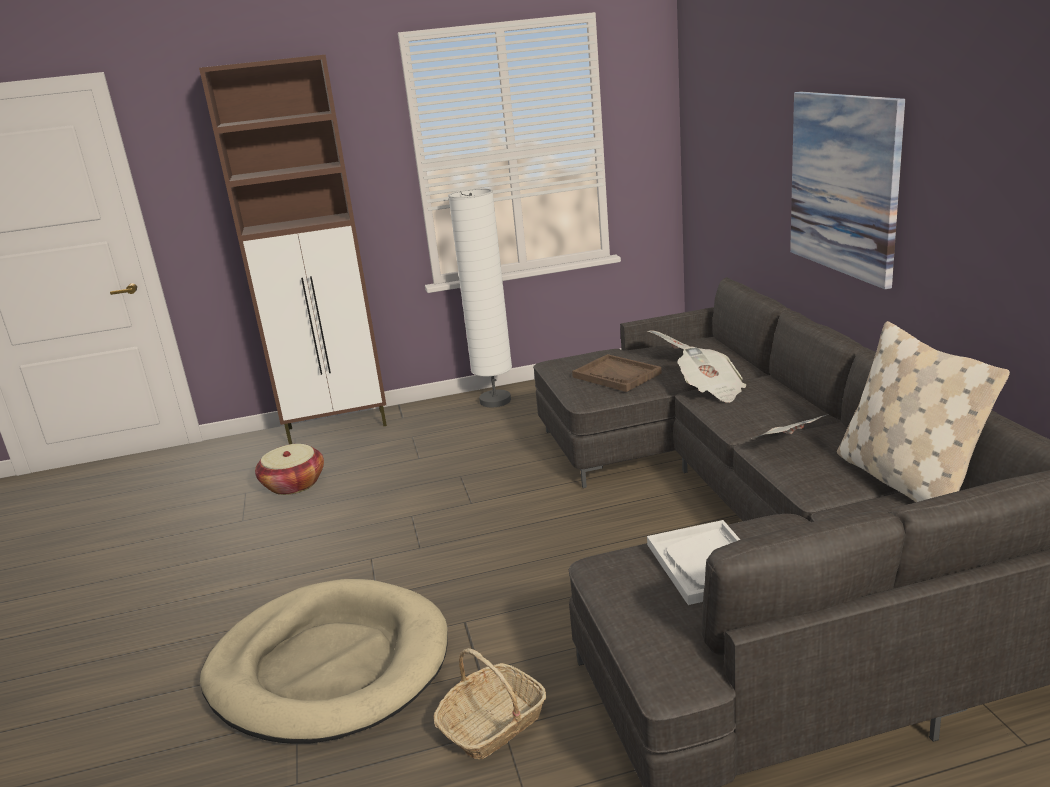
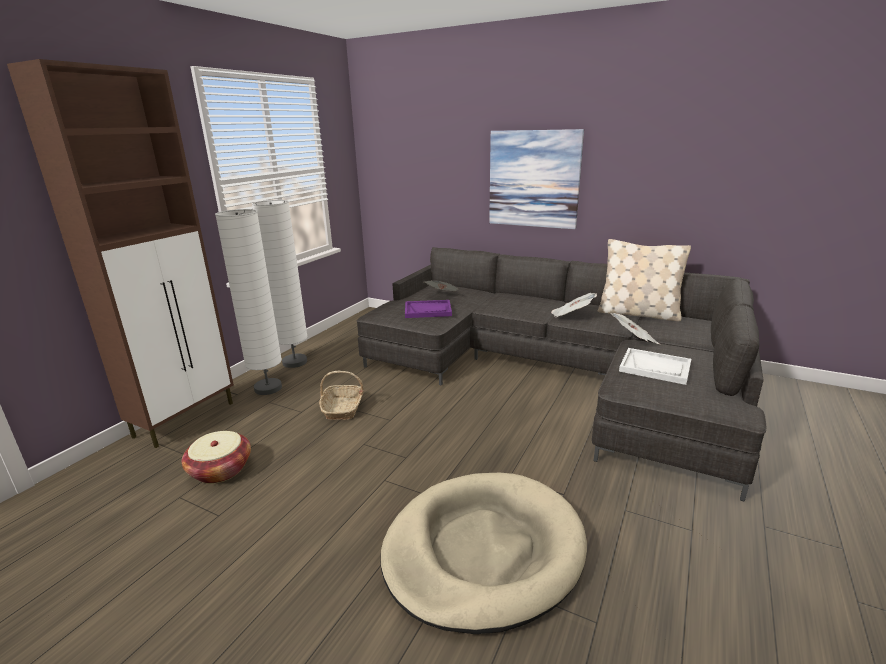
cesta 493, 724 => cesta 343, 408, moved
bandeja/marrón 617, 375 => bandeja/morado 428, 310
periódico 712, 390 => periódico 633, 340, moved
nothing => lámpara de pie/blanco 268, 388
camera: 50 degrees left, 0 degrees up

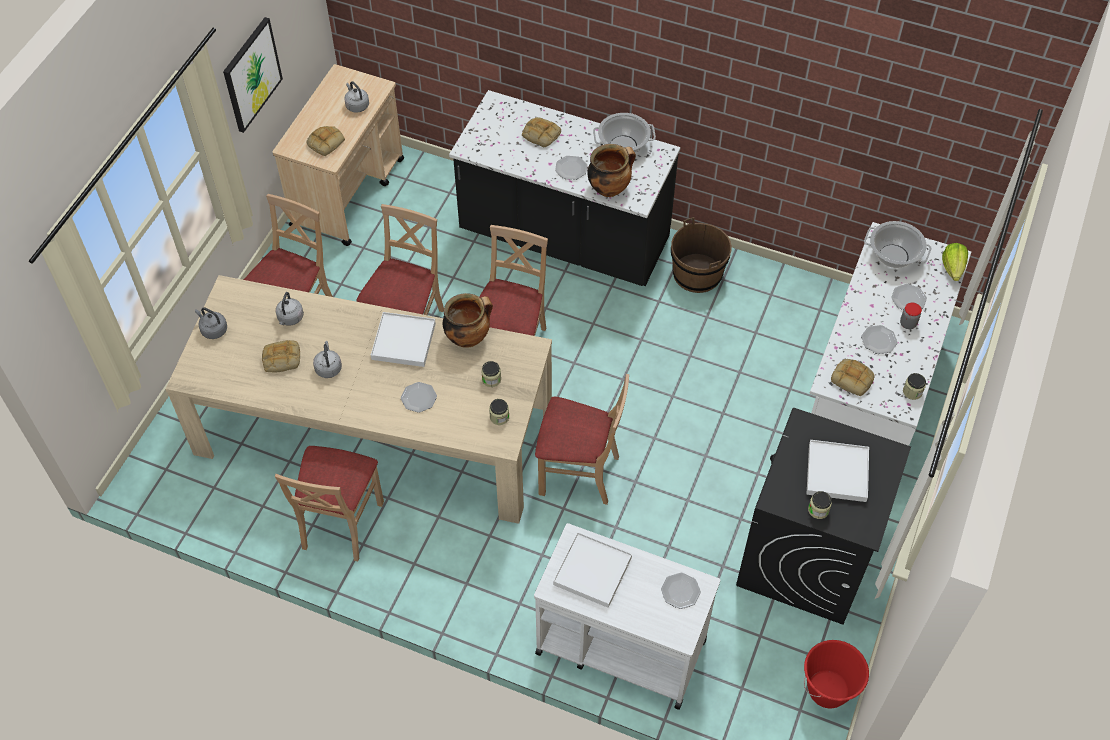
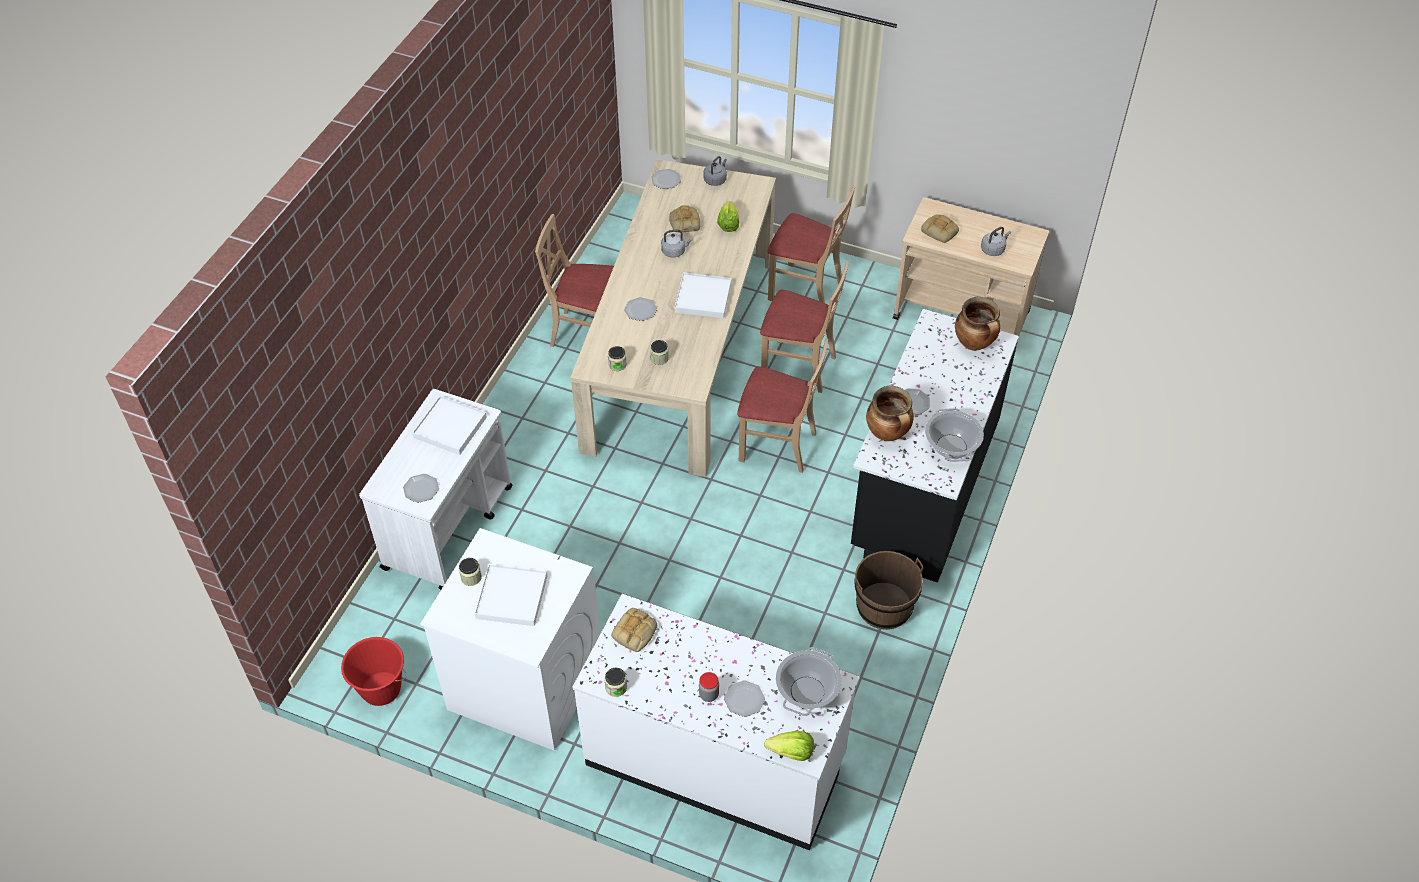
cuadro 251, 74 => nothing
hervidor/gris 290, 318 => lechuga 728, 224
olla 468, 337 => olla 975, 344, moved
pan 540, 135 => nothing
silla/beis 579, 473 => nothing
lavadora/negro 806, 557 => lavadora/blanco 524, 683
plato 879, 340 => plato 666, 180, moved
camera: 90 degrees right, 5 degrees down

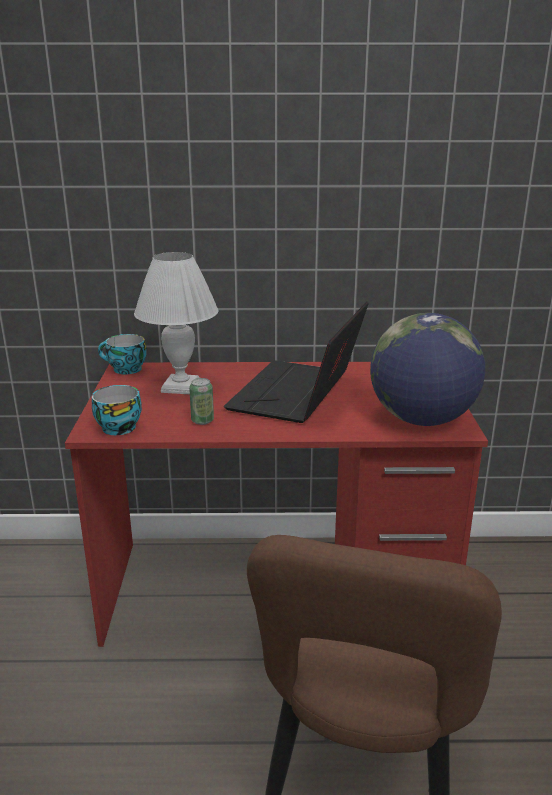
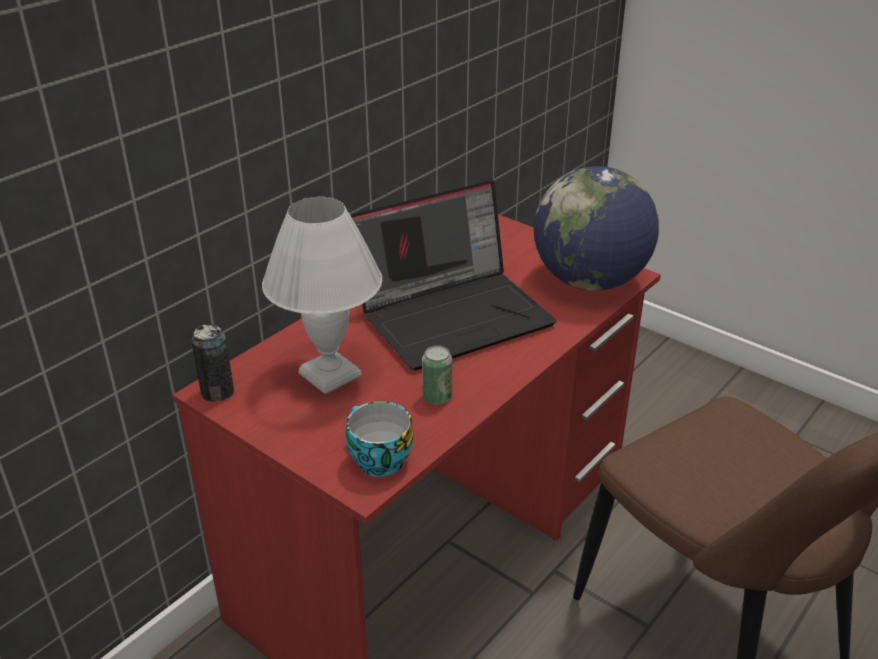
taza 125, 369 => lata 217, 392
portátil 298, 395 => portátil 455, 314, 90 degrees counterclockwise
camera: 50 degrees left, 10 degrees up

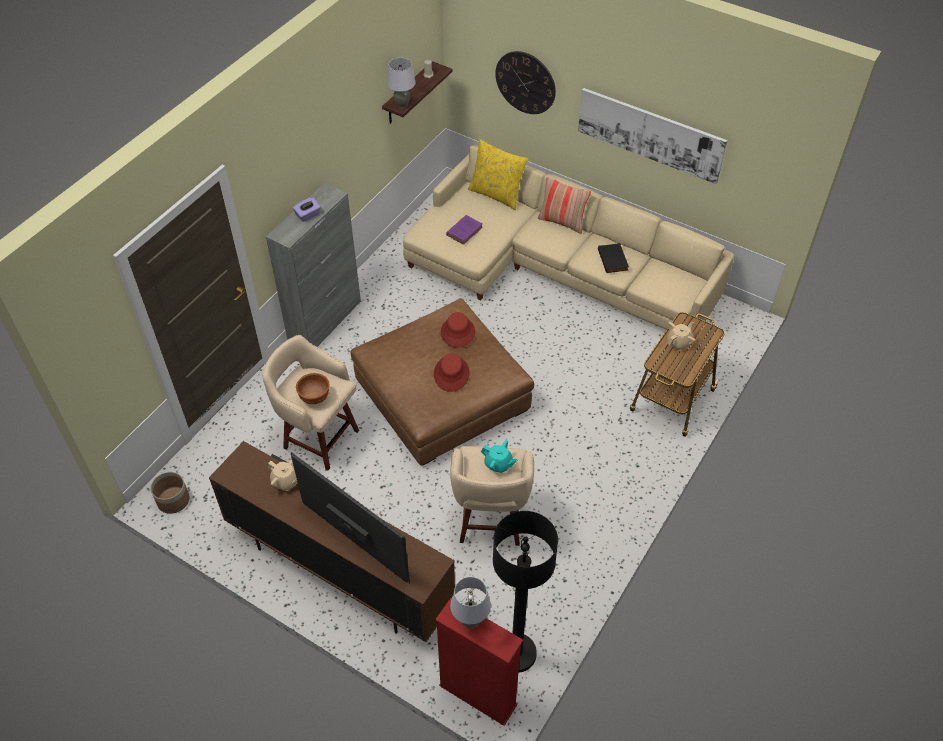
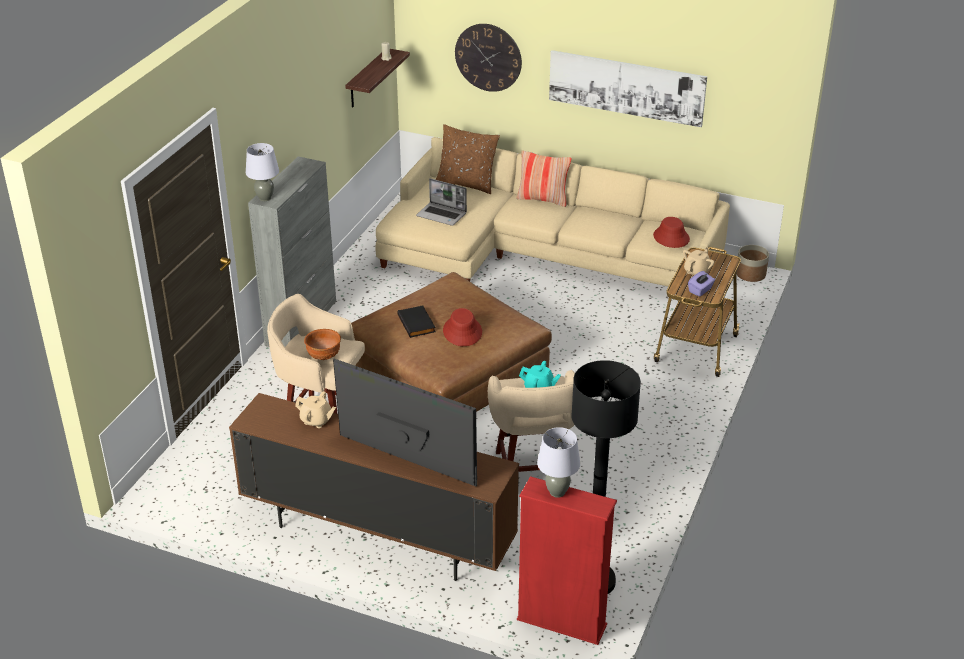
maceta 173, 500 => maceta 751, 274, moved
caja de pañuelos/morado 308, 215 => caja de pañuelos/morado 700, 290, moved
lámpara de mesa/gris 402, 104 => lámpara de mesa/gris 265, 198, moved
sombrero/rojo 457, 332 => sombrero/rojo 671, 237, moved
libro/morado 465, 231 => portátil 442, 215
cojín/amarillo 496, 194 => cojín/marrón 467, 183
libro/negro 613, 260 => libro/negro 417, 324, moved
camera: 10 degrees left, 15 degrees down

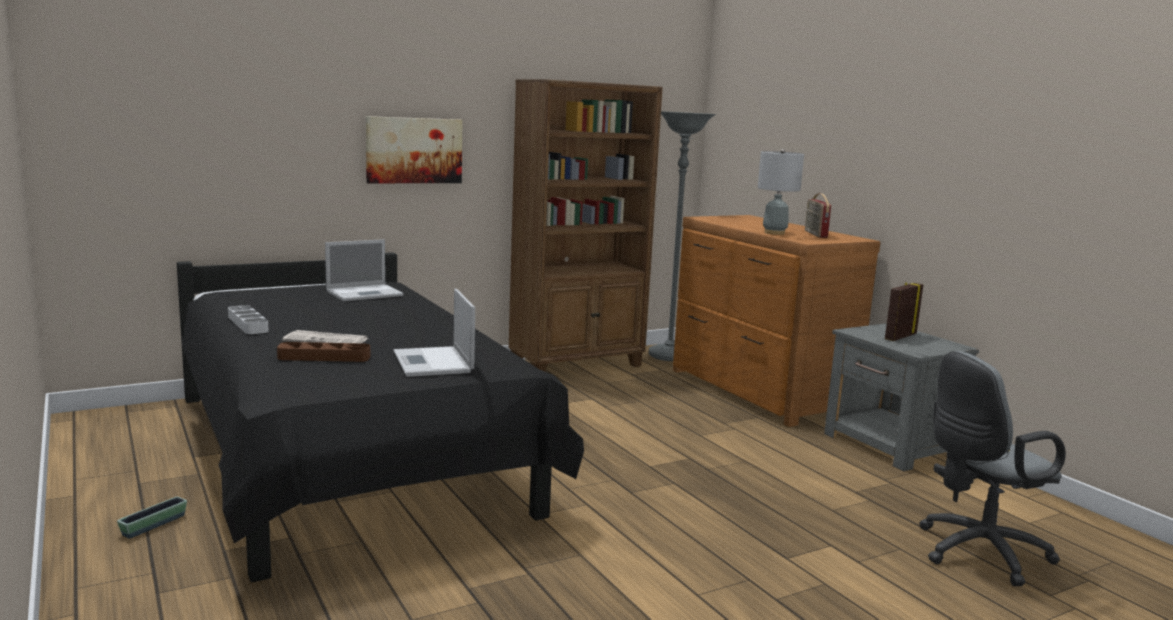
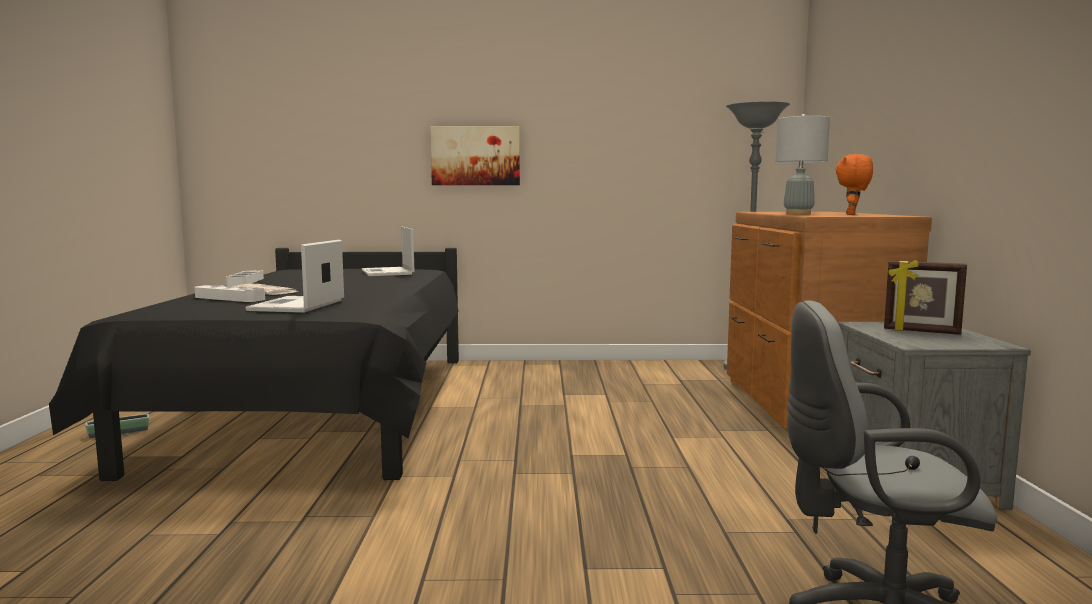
bandeja/marrón 324, 357 => bandeja/blanco 229, 298
portátil 366, 293 => portátil 388, 272, 75 degrees clockwise
estantería/marrón 577, 364 => nothing
radio 815, 234 => peluche/naranja 852, 214
portarretratos 899, 337 => portarretratos 921, 332, 135 degrees counterclockwise
camera: 30 degrees right, 5 degrees down

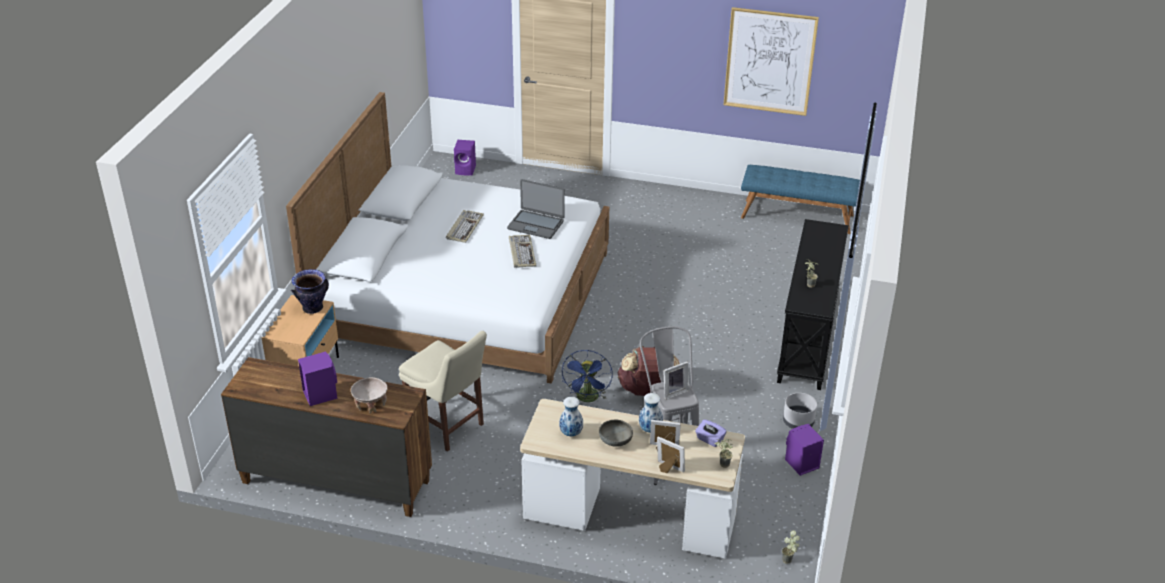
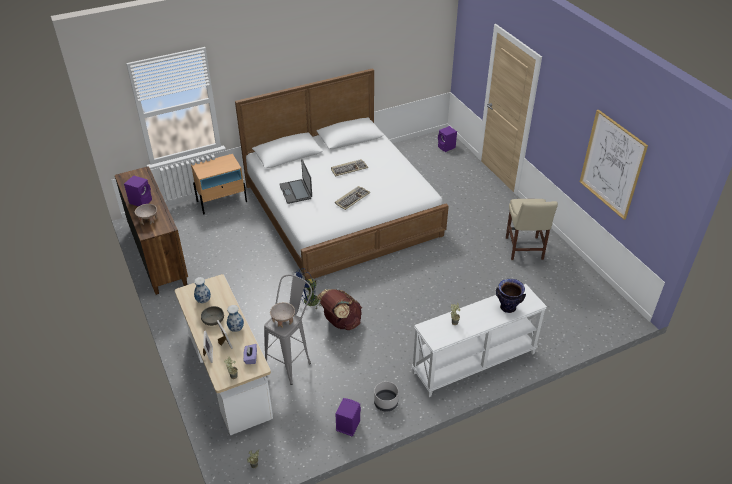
florero 312, 308 => florero 508, 307, moved
silla/beis 448, 427 => silla/beis 524, 250, moved
portátil 536, 224 => portátil 296, 192, moved
portarretratos 673, 392 => cuenco/beis 283, 320
banco/azul 797, 216 => nothing
mesa consola/negro 809, 337 => mesa consola/blanco 474, 363
camera: 50 degrees right, 5 degrees up

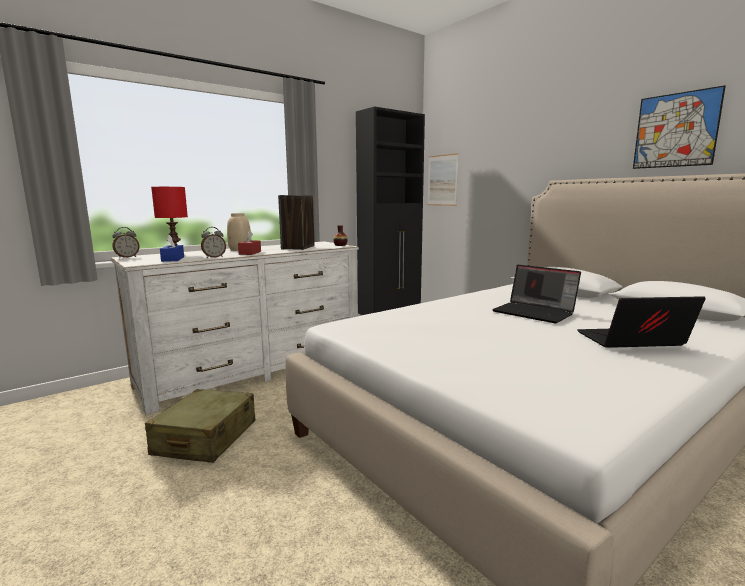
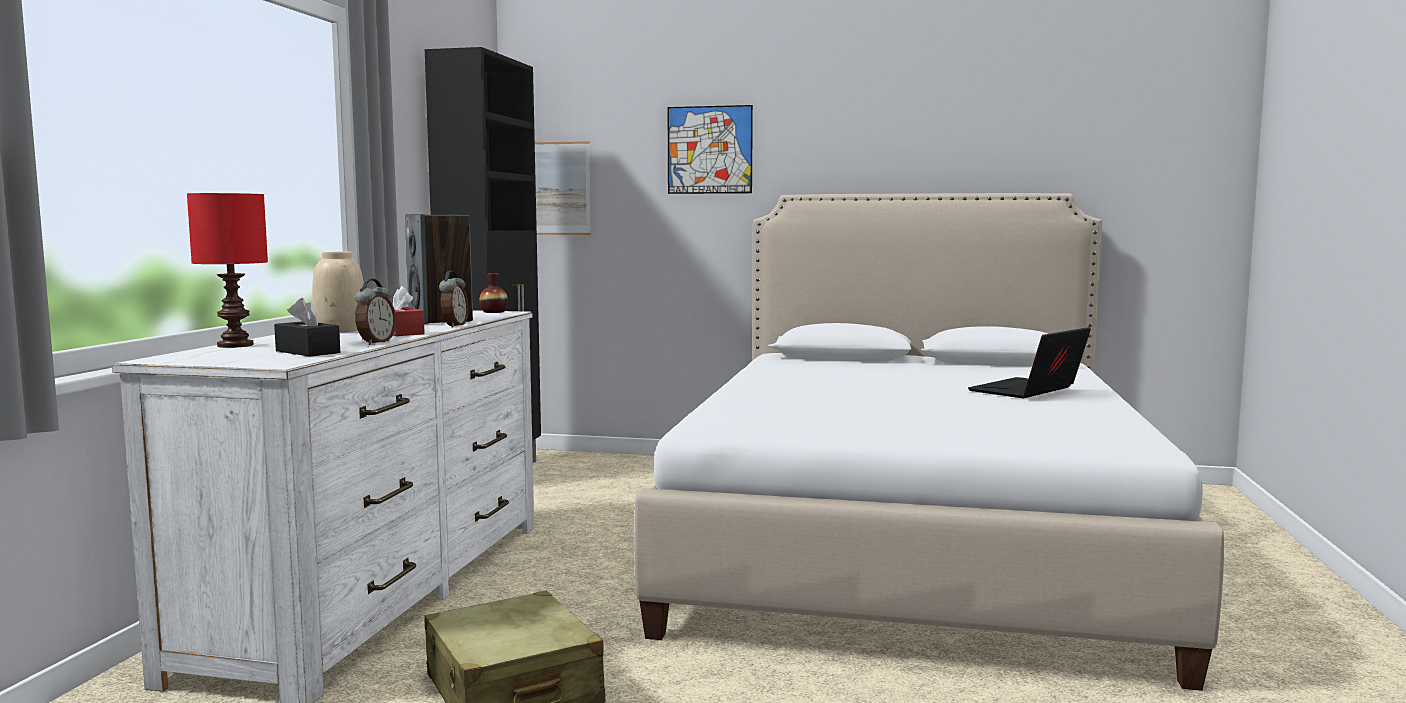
despertador 127, 257 => despertador 454, 326, moved
caja de pañuelos/azul 173, 259 => caja de pañuelos/negro 307, 352
portátil 535, 312 => nothing
cuadro 675, 130 => cuadro 709, 150, moved
camera: 40 degrees left, 5 degrees down

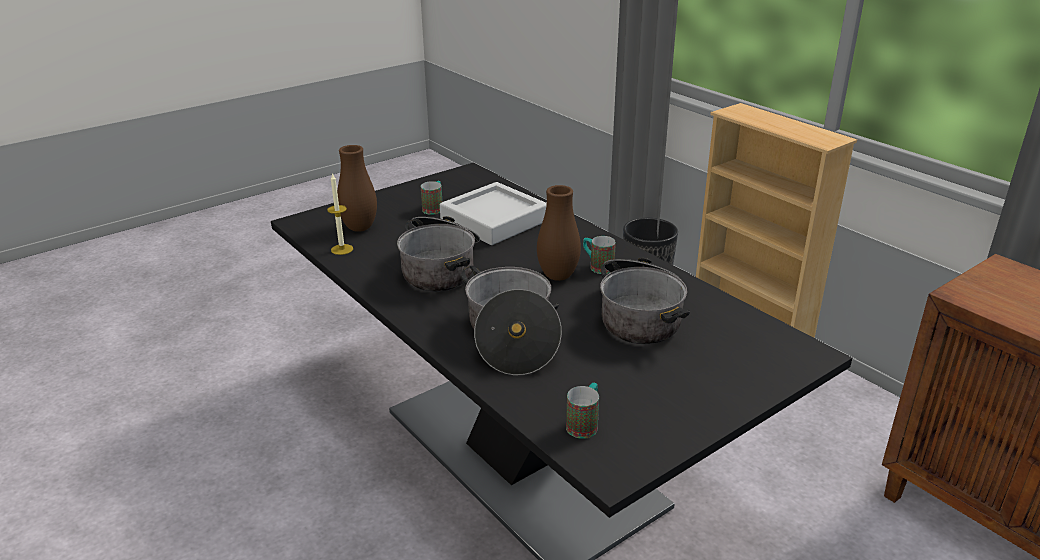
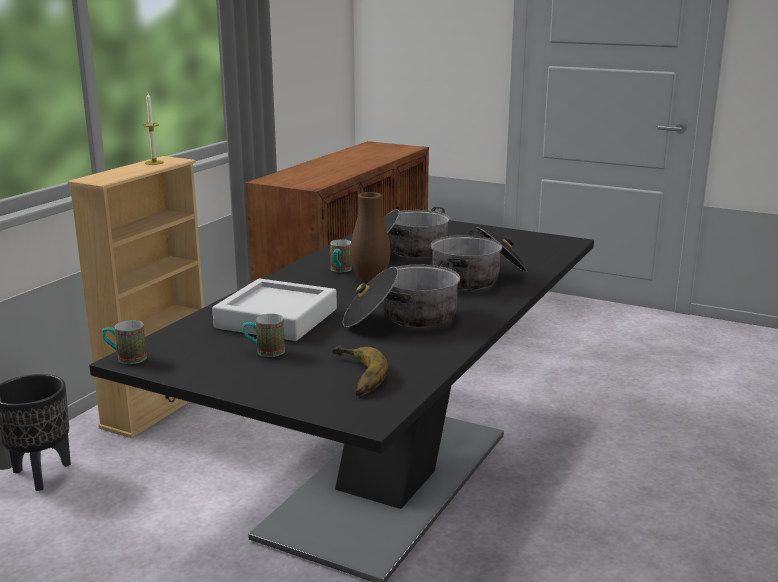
vela 342, 249 => vela 154, 162, moved
florero/marrón 360, 228 => plátano 352, 376
taza grande 584, 424 => taza grande 126, 358, moved
camera: 115 degrees left, 10 degrees down

